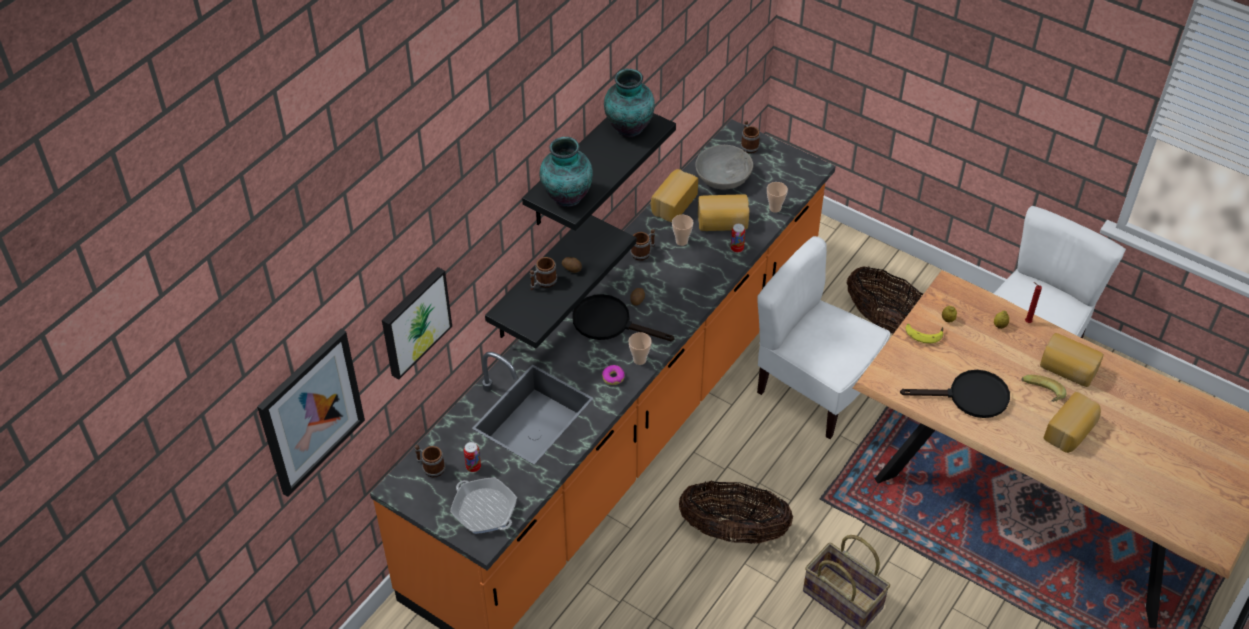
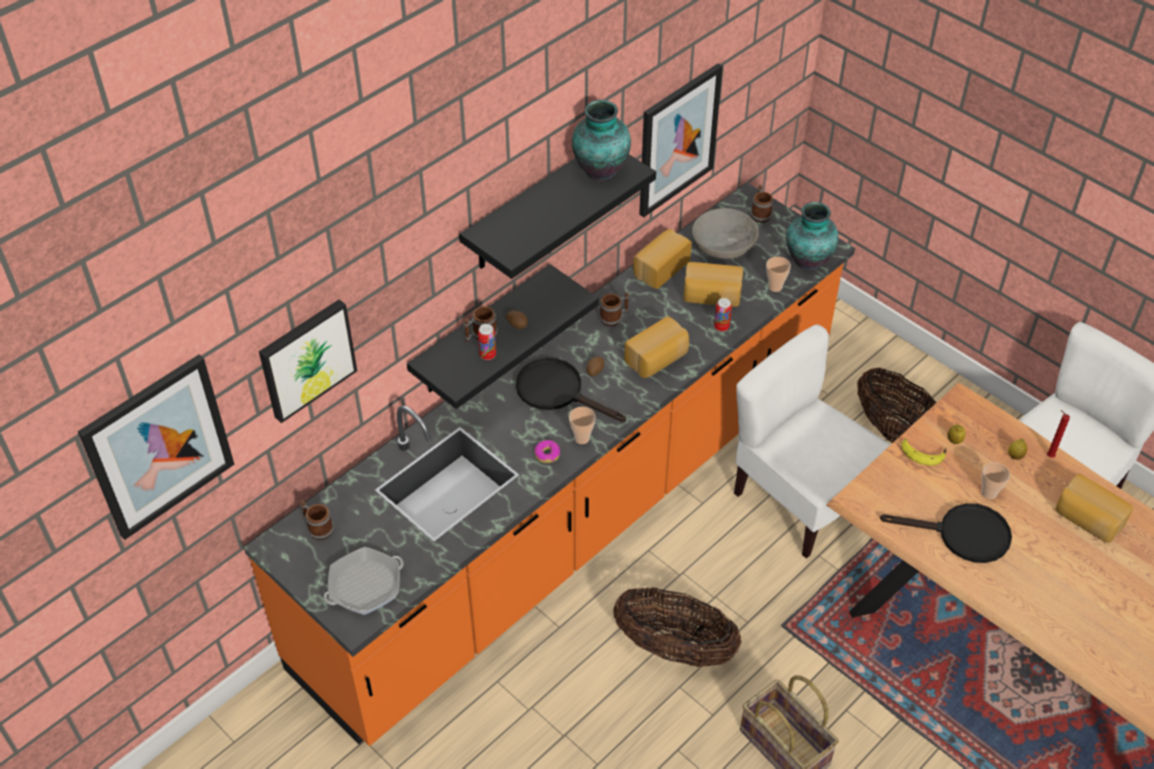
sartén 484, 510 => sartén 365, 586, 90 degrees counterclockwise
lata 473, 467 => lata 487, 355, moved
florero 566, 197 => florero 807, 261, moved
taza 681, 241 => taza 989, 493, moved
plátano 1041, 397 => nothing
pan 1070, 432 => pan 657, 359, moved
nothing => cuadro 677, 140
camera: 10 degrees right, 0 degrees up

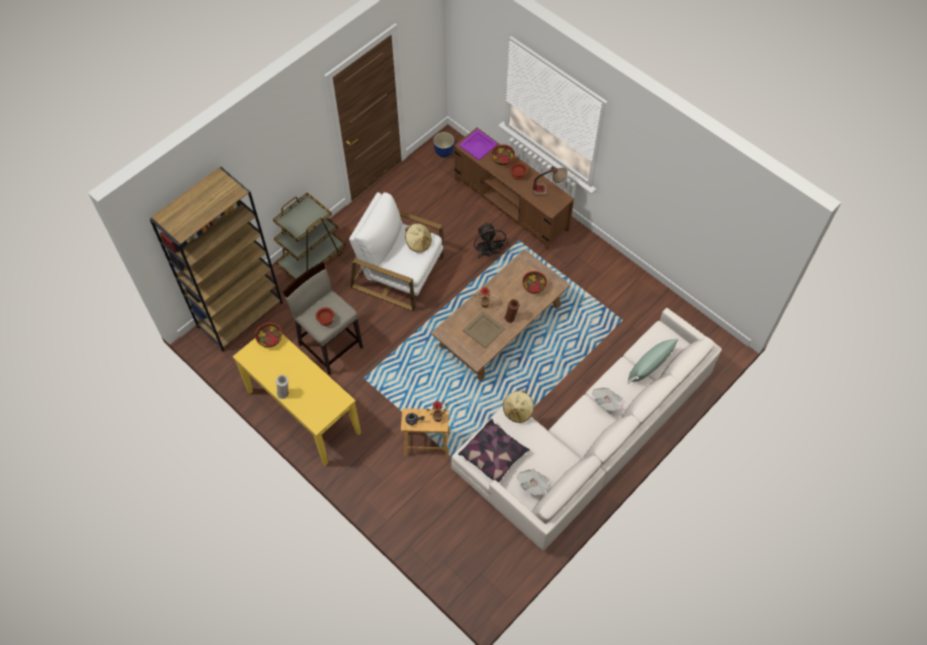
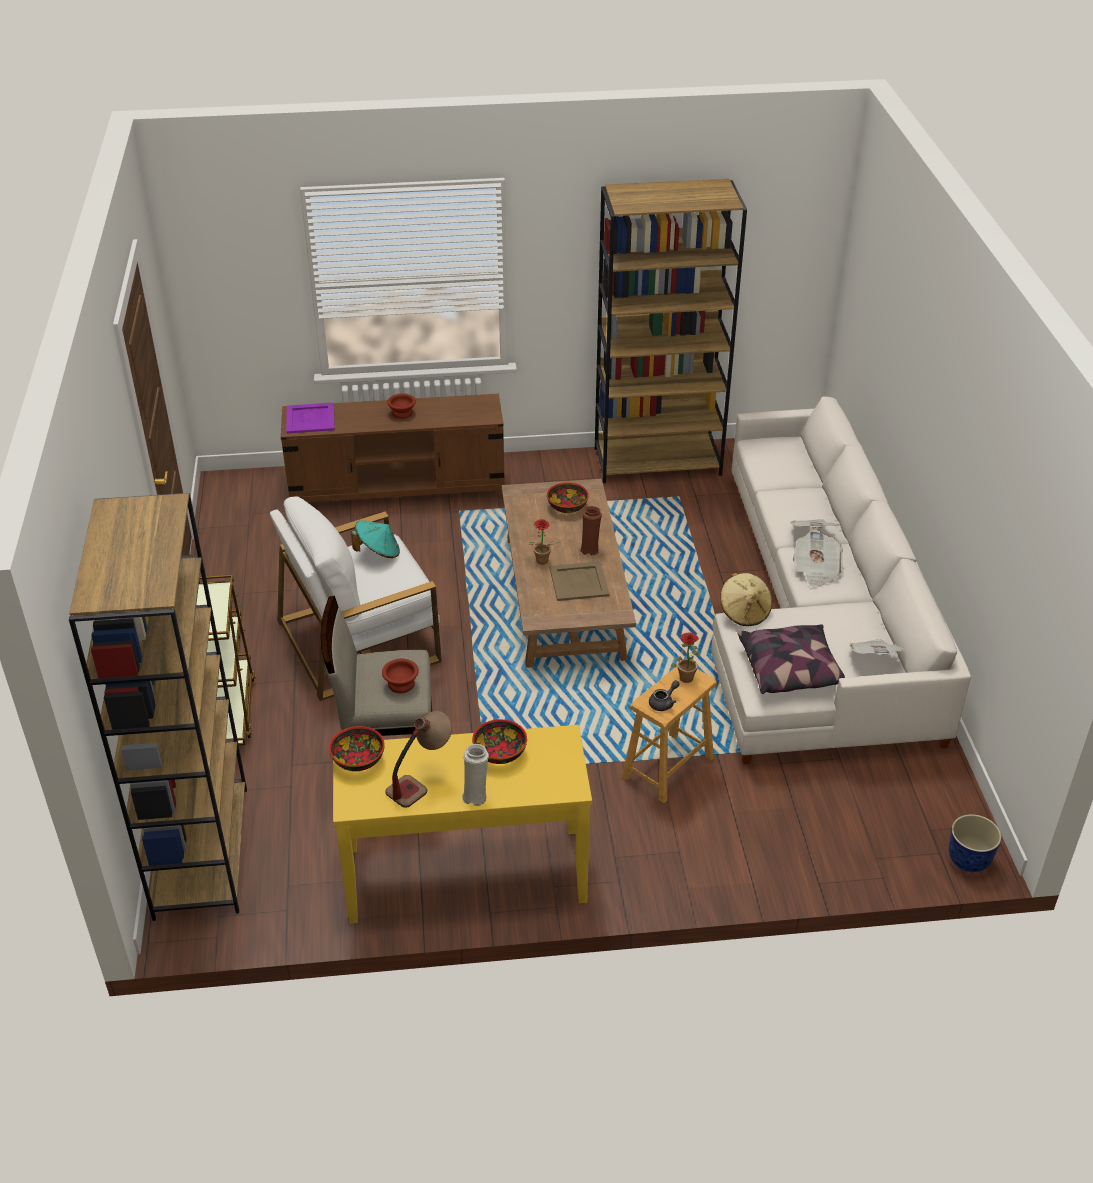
sombrero/beis 418, 243 => sombrero/turquesa 378, 552
maceta 443, 152 => maceta 968, 861, moved
ventilador/negro 488, 253 => nothing
cuenco 503, 159 => cuenco 500, 752, moved
lámpara de mesa 548, 190 => lámpara de mesa 421, 781, moved
cojín/verde 650, 365 => nothing
nothing => estantería/marrón 658, 461
nothing => periódico 816, 571
camera: 50 degrees left, 20 degrees down

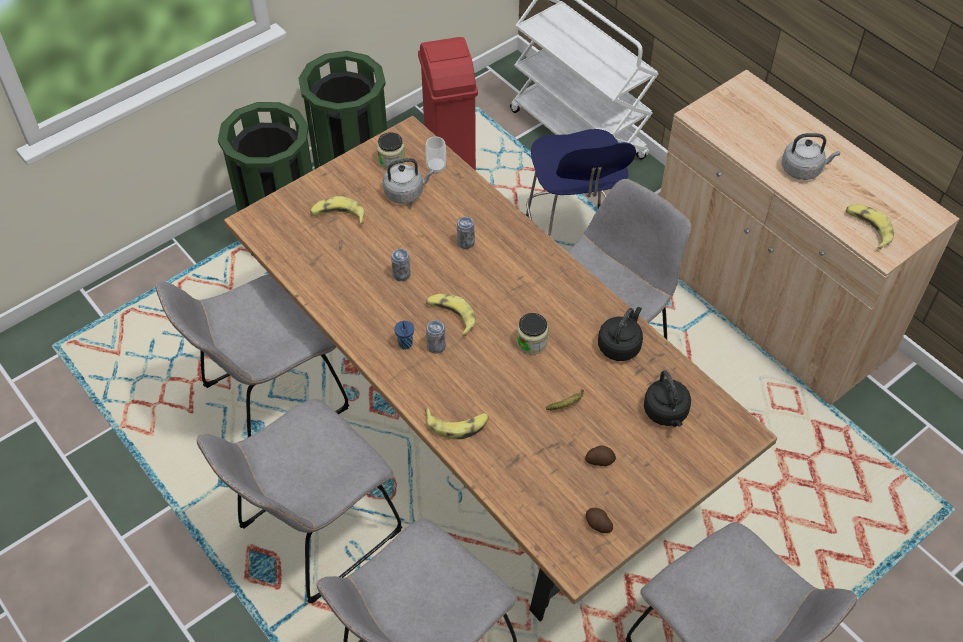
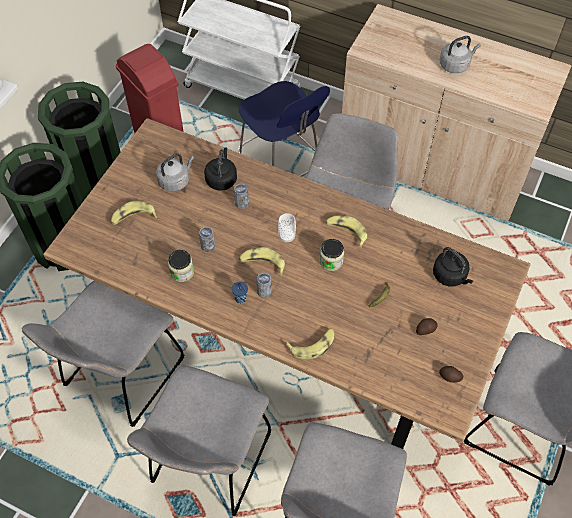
tarro 391, 161 => tarro 182, 272, moved
taza 436, 167 => taza 286, 236, moved
hervidor/negro 620, 345 => hervidor/negro 221, 179, moved
plátano 868, 229 => plátano 346, 232, moved
camera: 25 degrees left, 5 degrees up

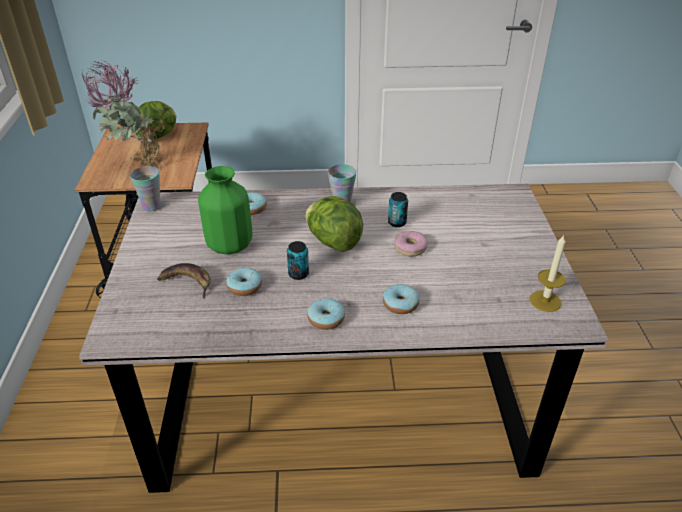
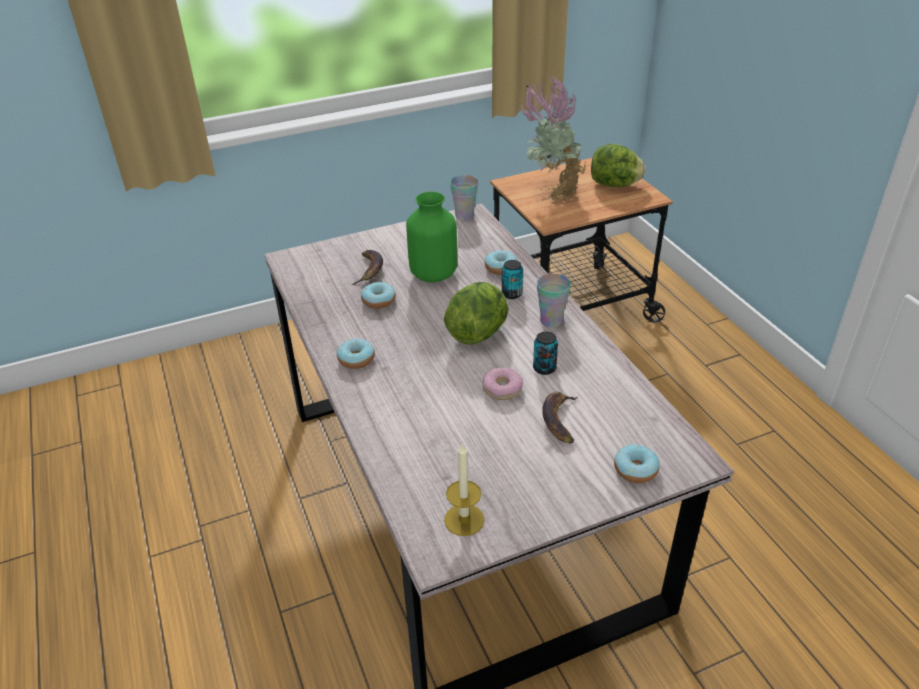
lata 298, 274 => lata 511, 294, moved
rosquilla 400, 304 => rosquilla 635, 470, moved
nothing => plátano 559, 420
camera: 70 degrees right, 0 degrees up

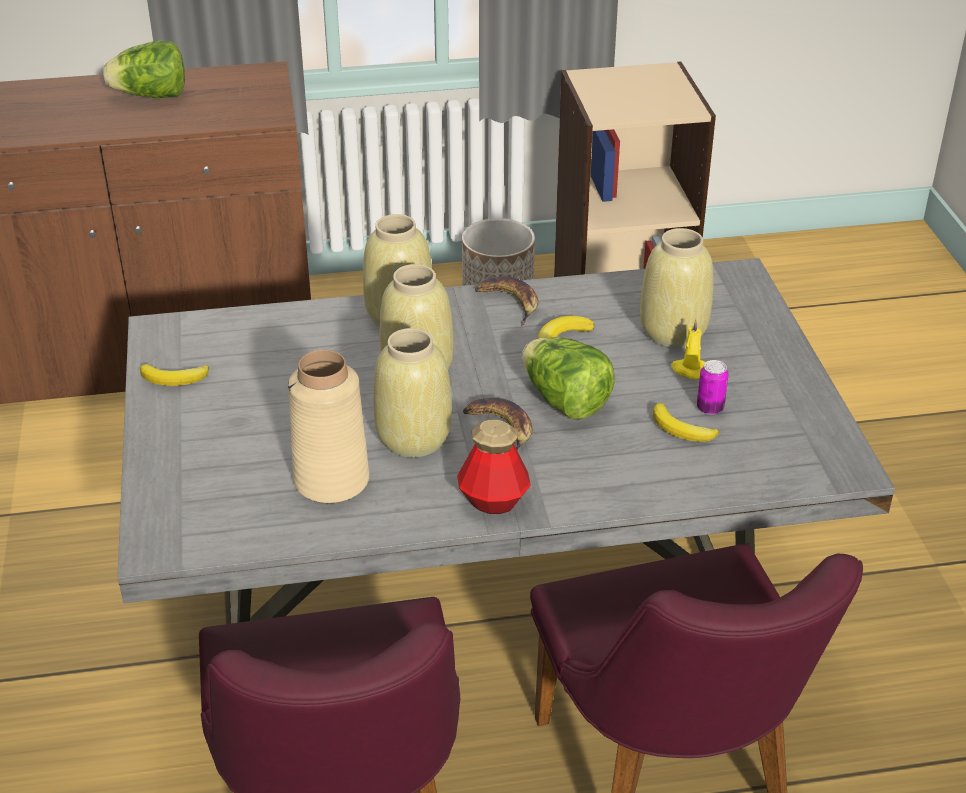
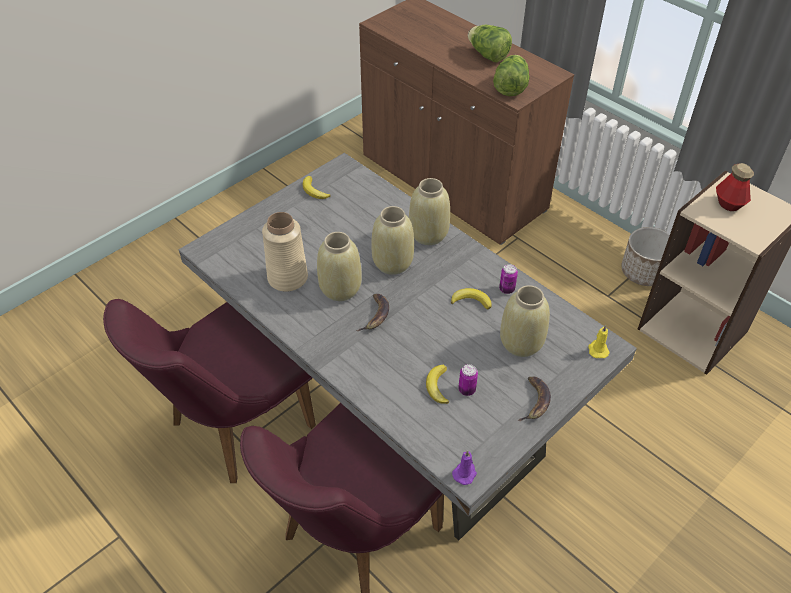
botella 493, 501 => botella 728, 204, moved
plátano 510, 302 => plátano 534, 401, moved
lechuga 564, 401 => lechuga 510, 87, moved
vela/amarillo 688, 370 => vela/amarillo 597, 349, moved
nothing => vela/morado 465, 473
nothing => lata 506, 289
camera: 55 degrees right, 10 degrees up

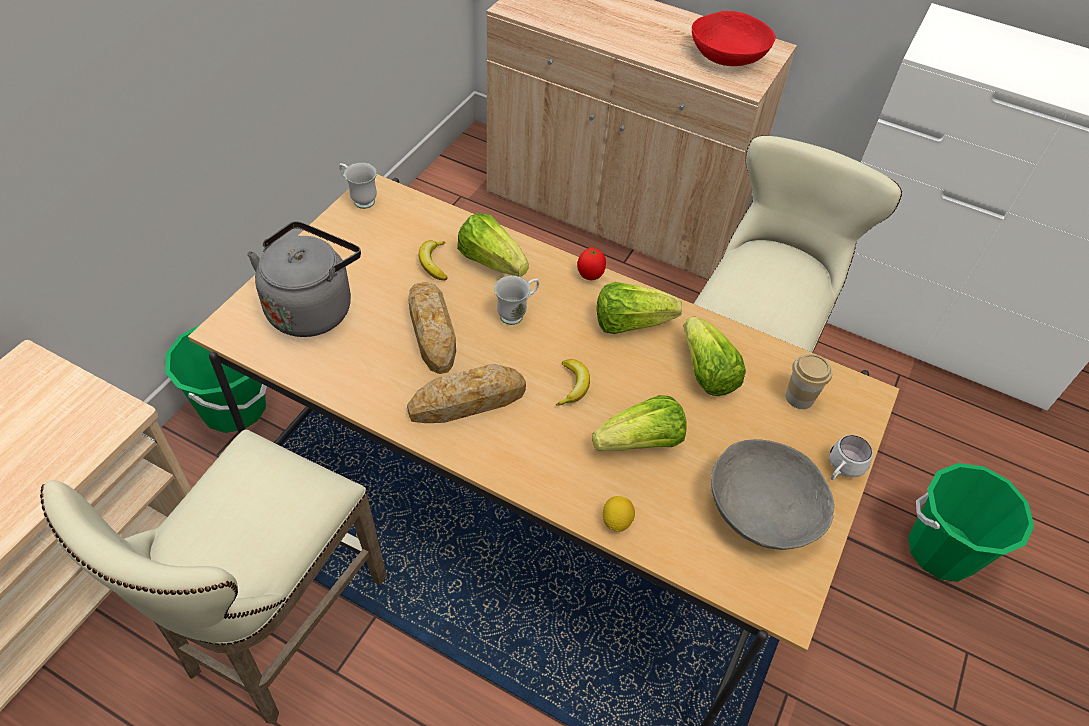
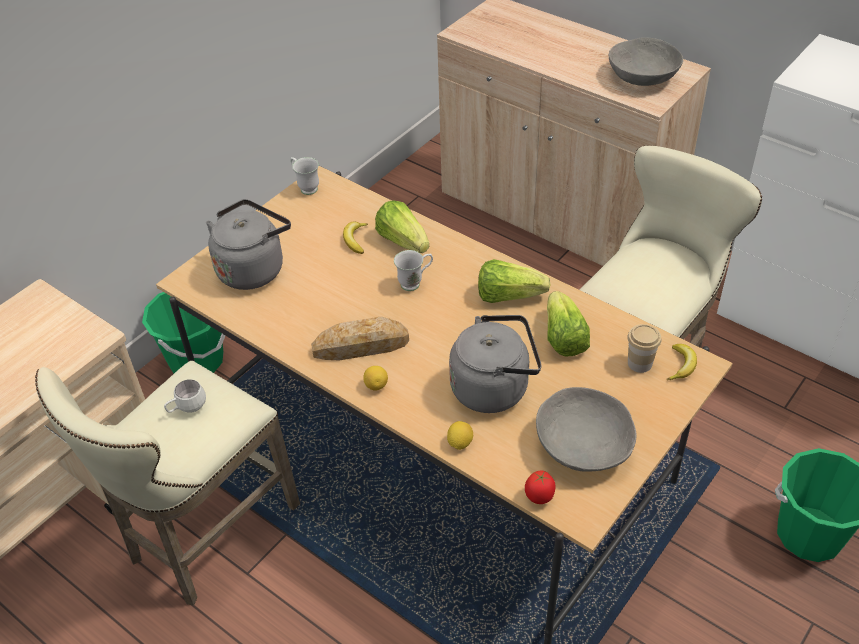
pan 432, 330 => nothing
plátano 573, 385 => plátano 681, 365, moved
tomate 590, 276 => tomate 539, 498, moved
lechuga 641, 443 => hervidor/gris 494, 387
cuenco/rojo 728, 56 => cuenco/gris 643, 76
taza grande/blanco 841, 470 => taza grande/blanco 187, 408, moved
nothing => limón 376, 385
camera: 15 degrees right, 5 degrees down

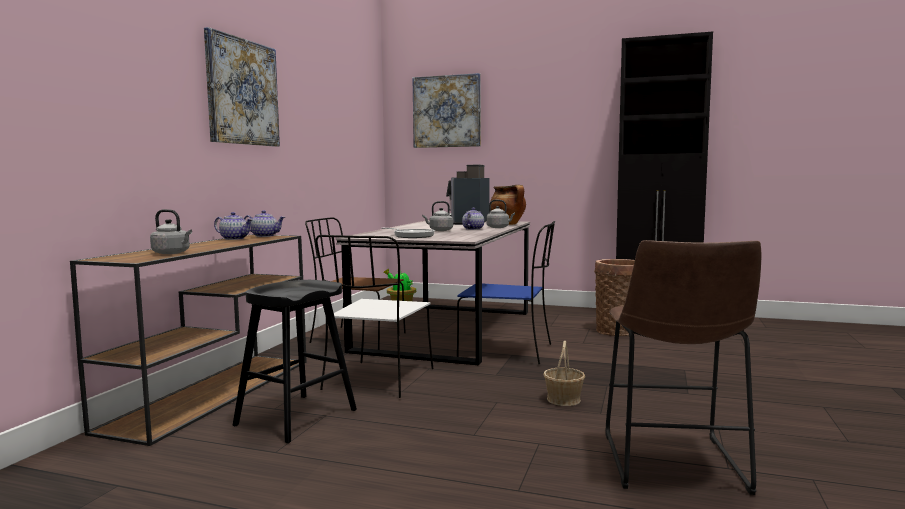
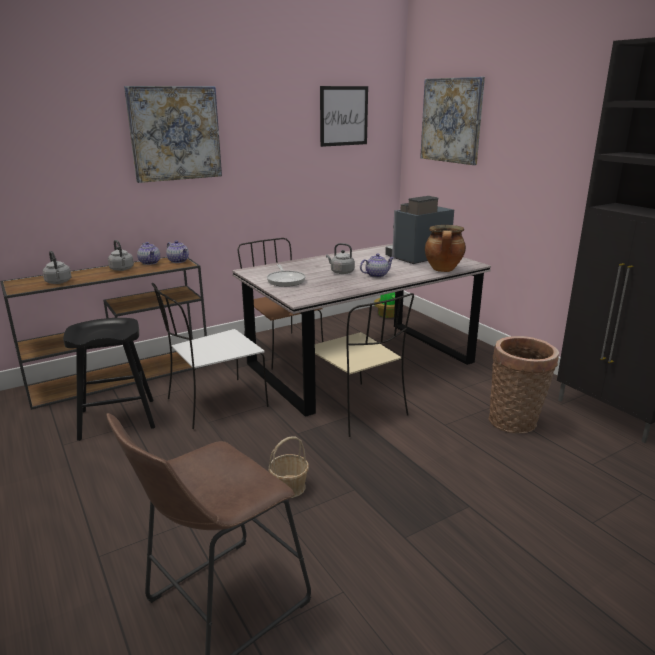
silla/azul 508, 352 => silla/beis 357, 410
hervidor/gris 499, 227 => hervidor/gris 122, 269, moved
nothing => cuadro 343, 116
camera: 40 degrees right, 15 degrees up

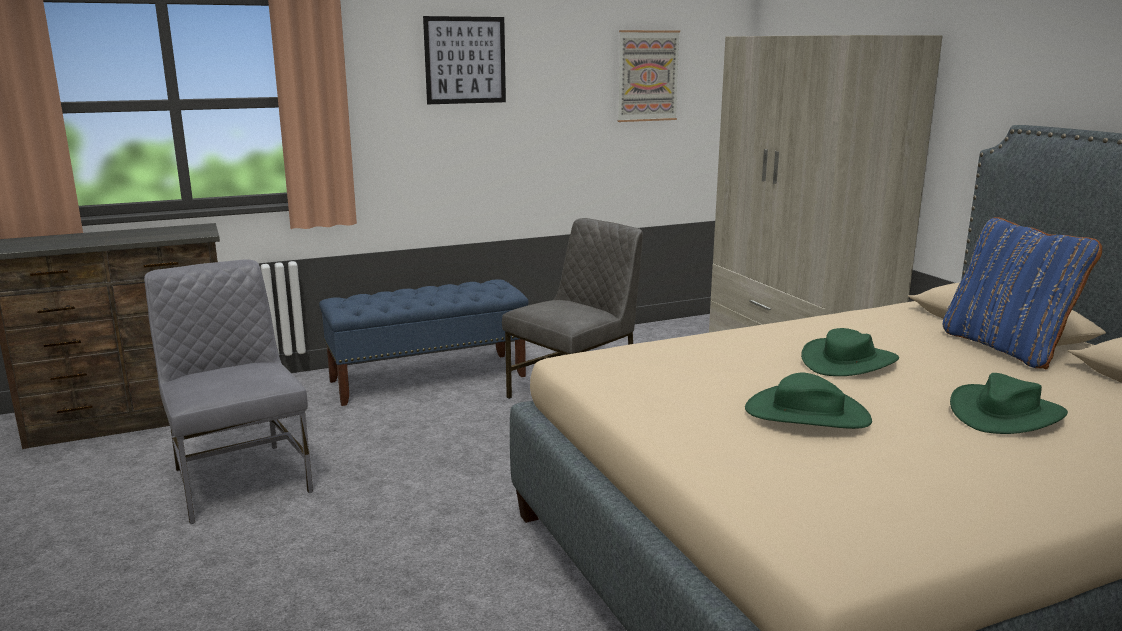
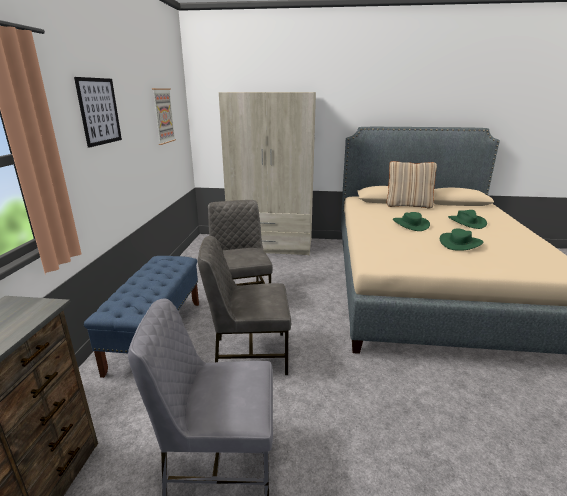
cojín/azul 1006, 348 => cojín/beis 408, 205
nothing => silla/gris 249, 354
camera: 60 degrees left, 5 degrees up

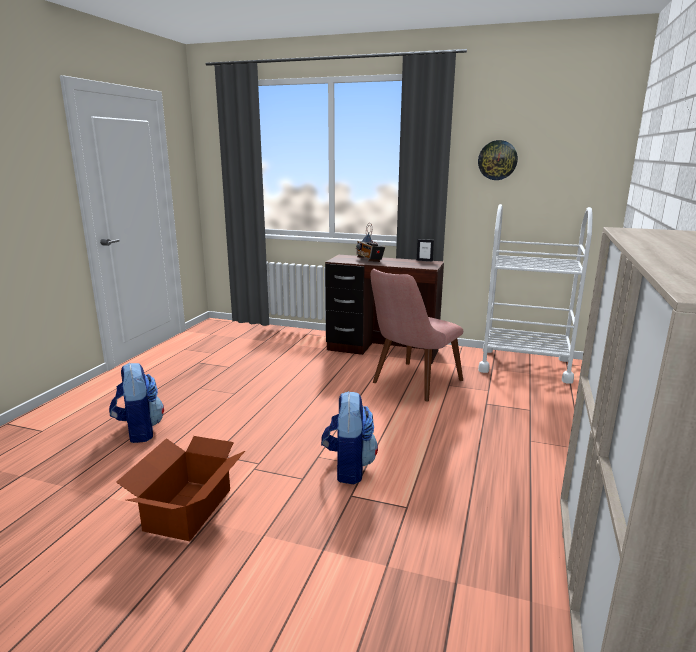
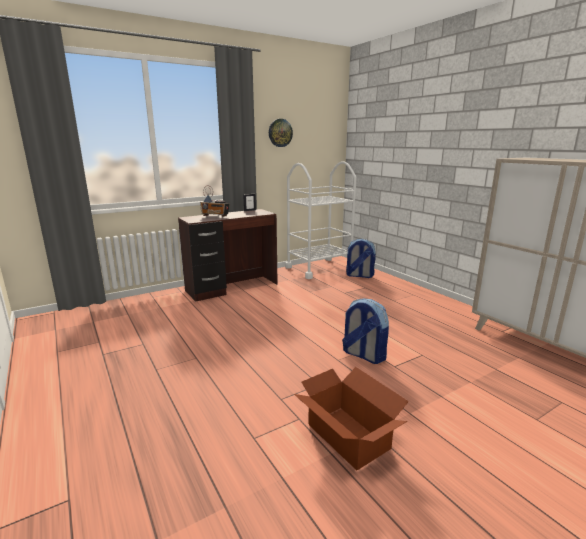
mochila 139, 431 => mochila 359, 275, moved
silla/rosa 411, 384 => nothing
camera: 50 degrees left, 0 degrees up

